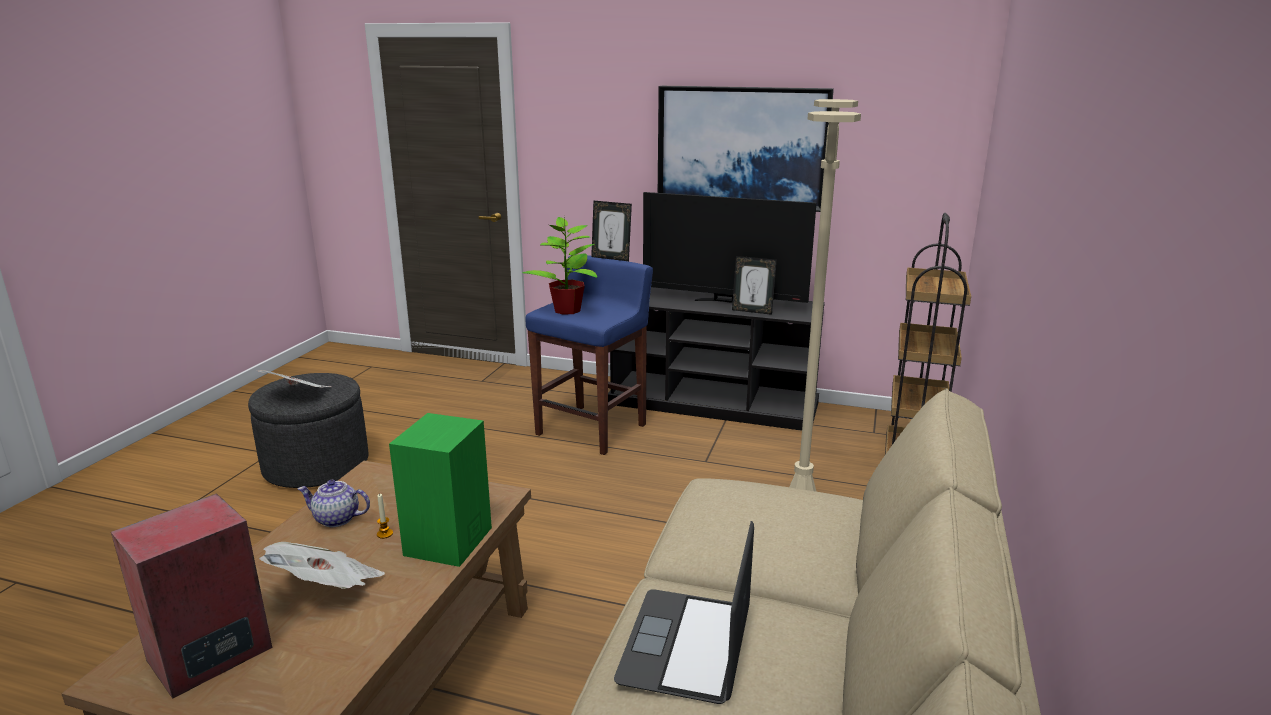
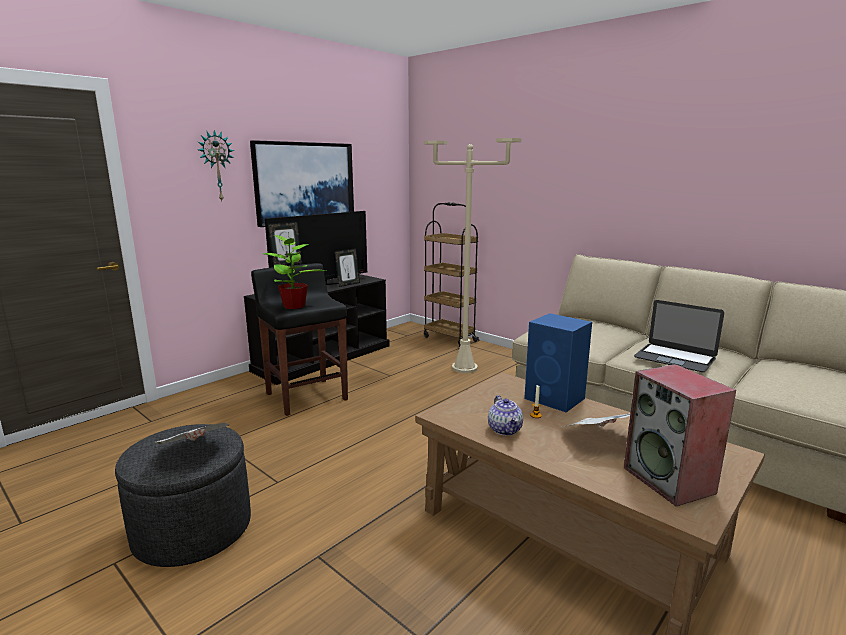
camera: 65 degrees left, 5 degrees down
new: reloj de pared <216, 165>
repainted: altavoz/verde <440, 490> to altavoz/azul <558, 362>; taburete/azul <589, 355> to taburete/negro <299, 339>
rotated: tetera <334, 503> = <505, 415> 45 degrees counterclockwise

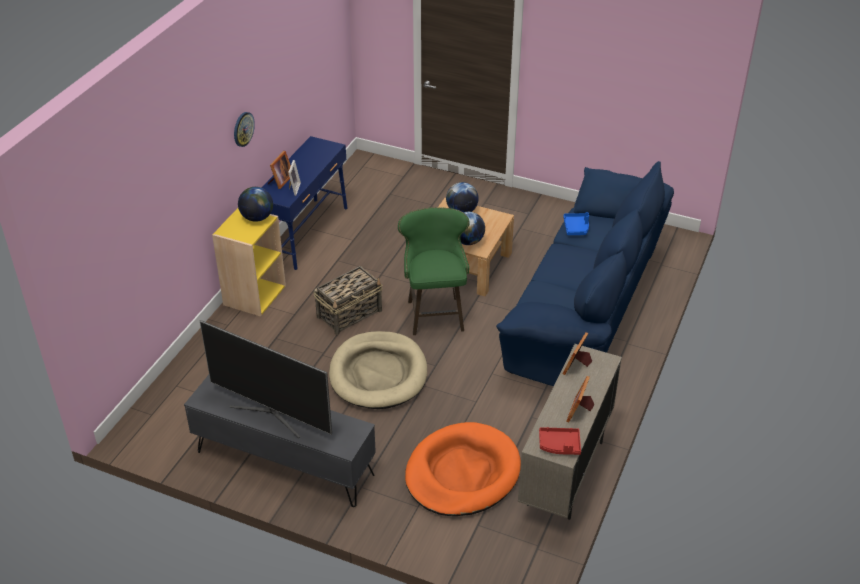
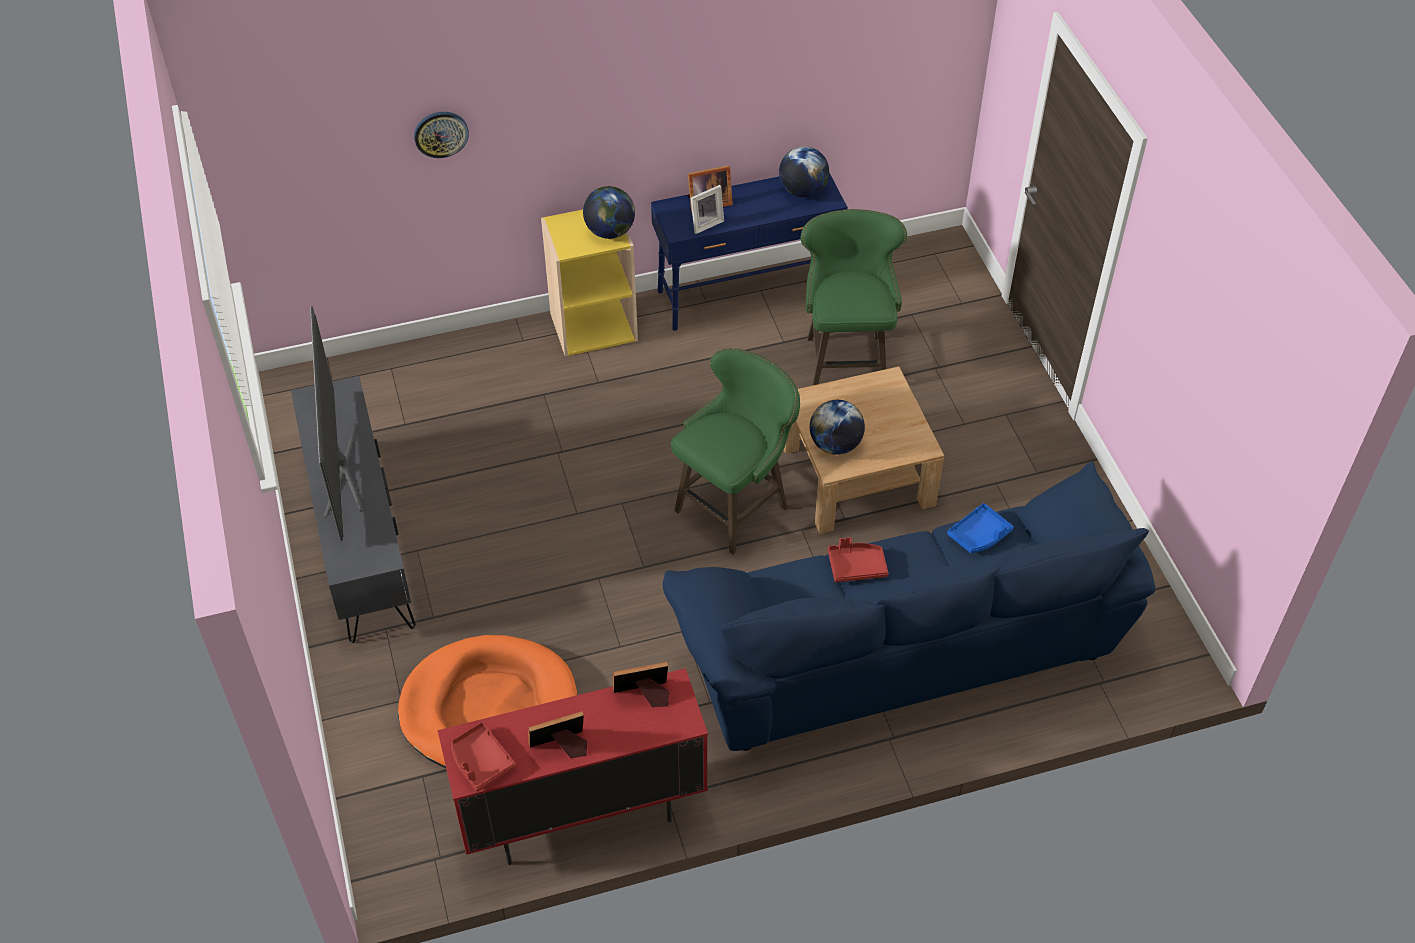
camera: 50 degrees right, 10 degrees up
gone: cesta <348, 300>; cama para perro/beis <378, 370>
new: taburete/verde <854, 297>; bandeja/rojo <858, 559>
shifted: reloj de pared <244, 129> to <441, 135>; globo terráqueo <462, 197> to <804, 171>
repainted: armario/beis <570, 432> to armario/rojo <573, 766>

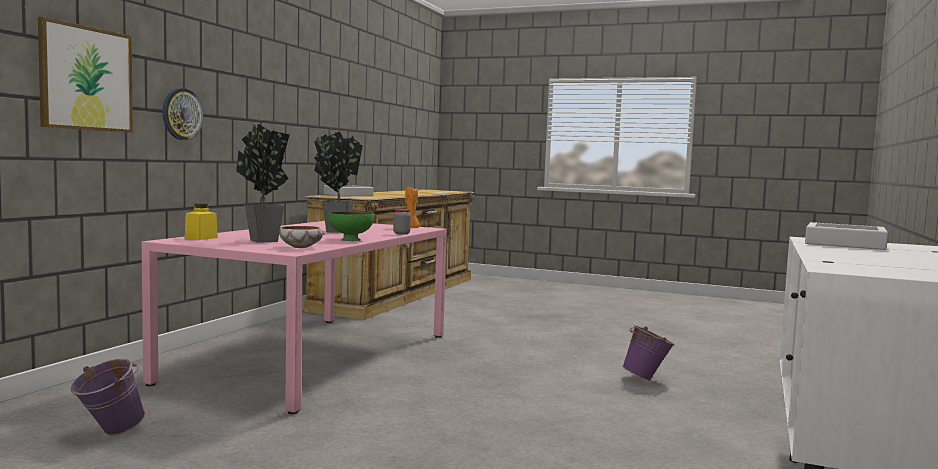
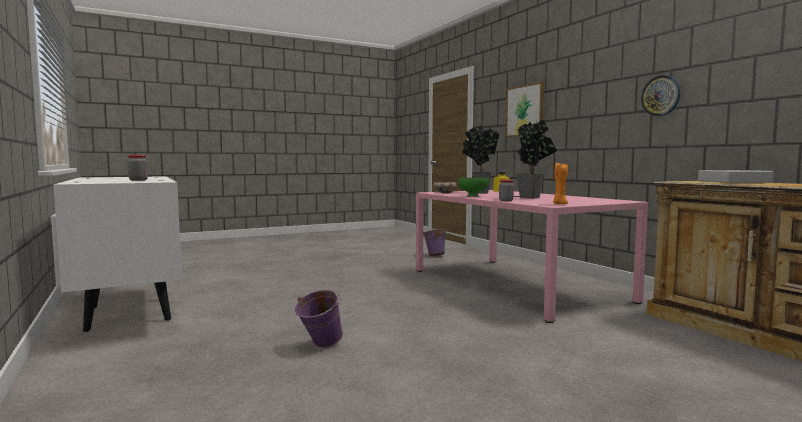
camera: 130 degrees right, 0 degrees up
shifted: reloj de pared <183, 114> to <660, 95>
swapped: bandeja/gris <846, 236> to tarro <138, 168>

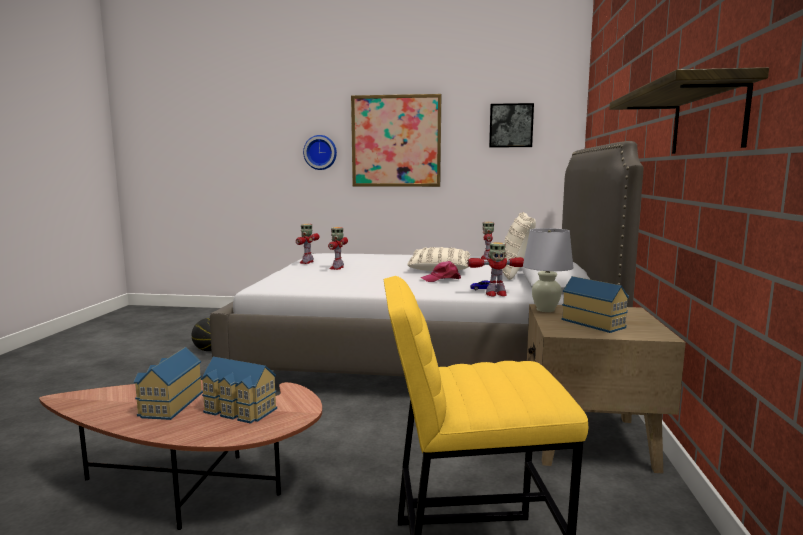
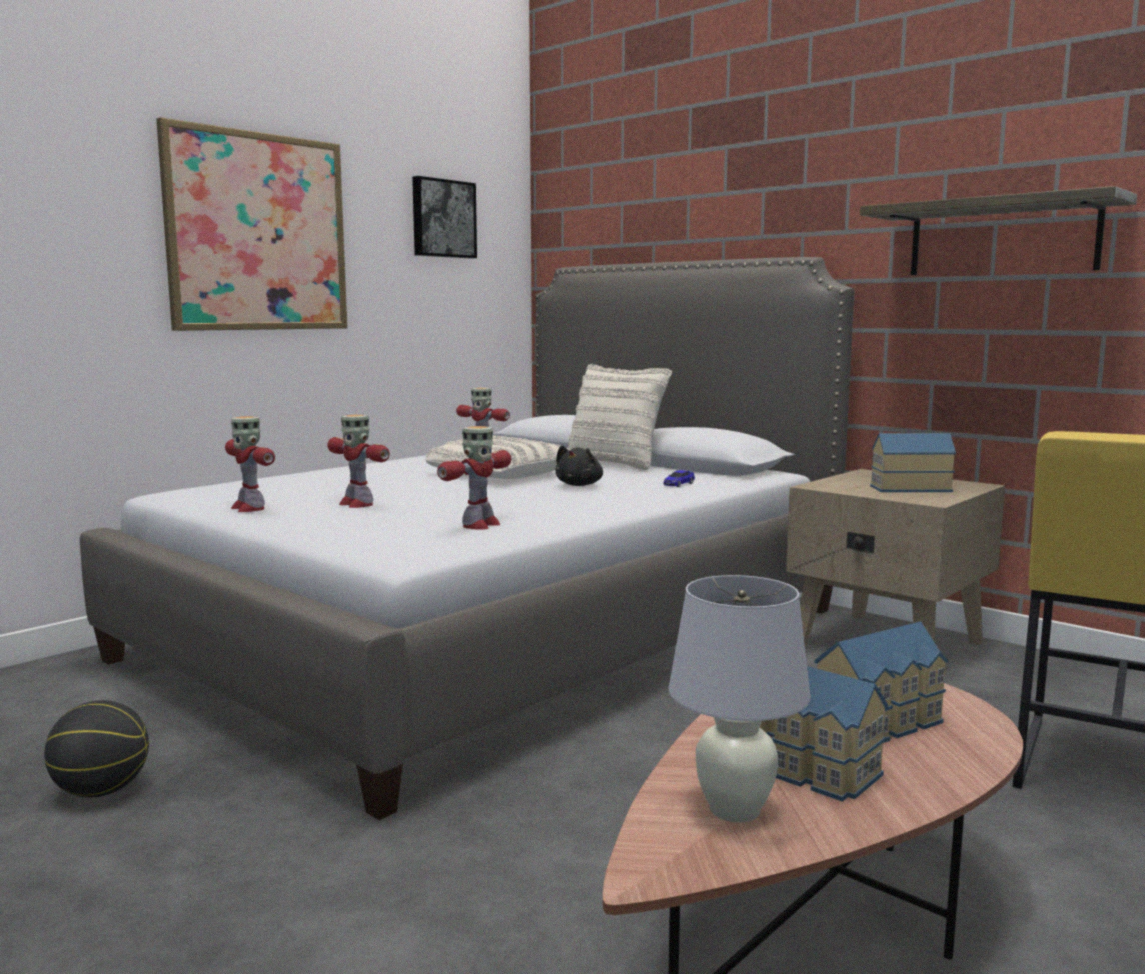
camera: 55 degrees left, 0 degrees up
gone: reloj de pared <320, 152>
shifted: robot de juguete <496, 269> to <474, 477>; lámpara de mesa/blanco <548, 270> to <739, 699>
swapped: gorra/rosa <441, 271> to peluche/negro <579, 465>

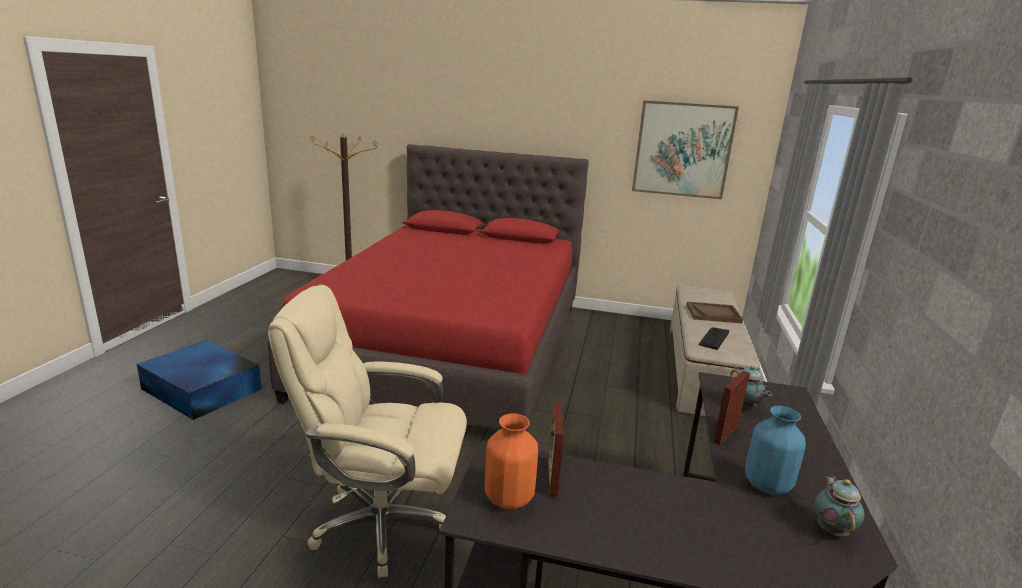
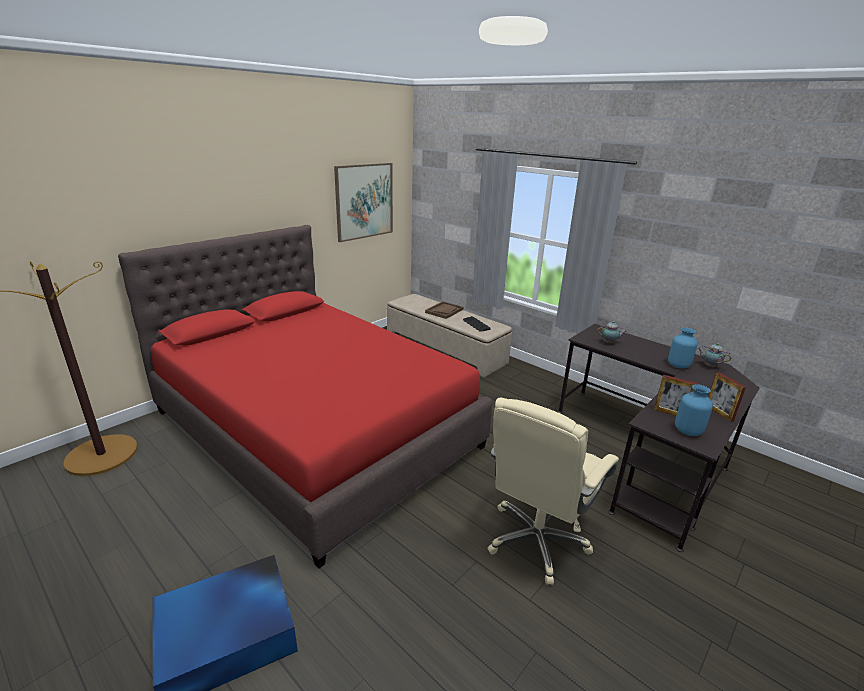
camera: 60 degrees left, 5 degrees up
shifted: portarretratos <732, 408> to <727, 397>
repainted: florero/naranja <511, 461> to florero/azul <694, 410>

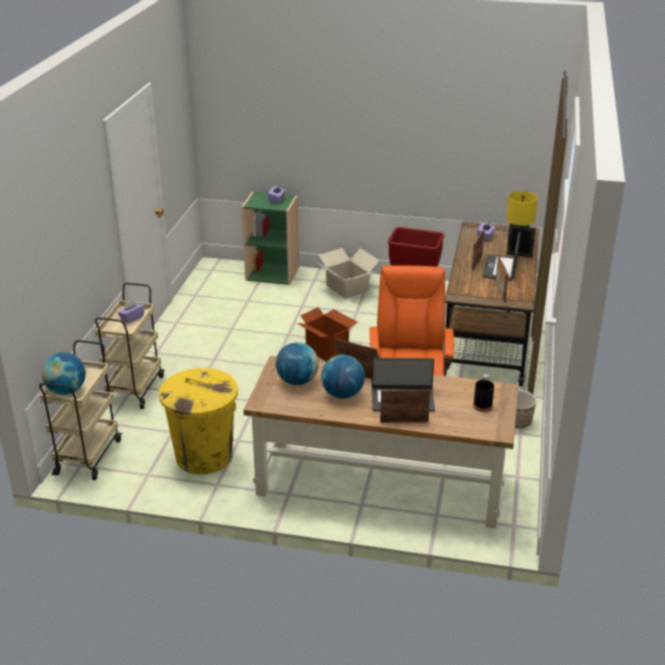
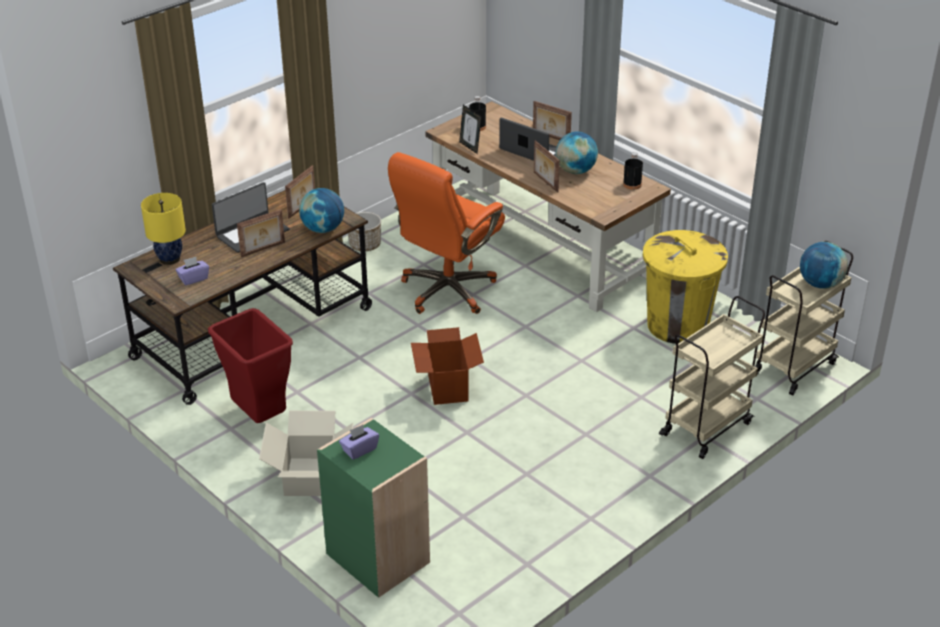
camera: 145 degrees left, 5 degrees up
gone: caja de pañuelos/morado <131, 311>
new: botella/negro <633, 171>
shifted: globo terráqueo <297, 363> to <321, 210>; portarretratos <521, 241> to <470, 129>

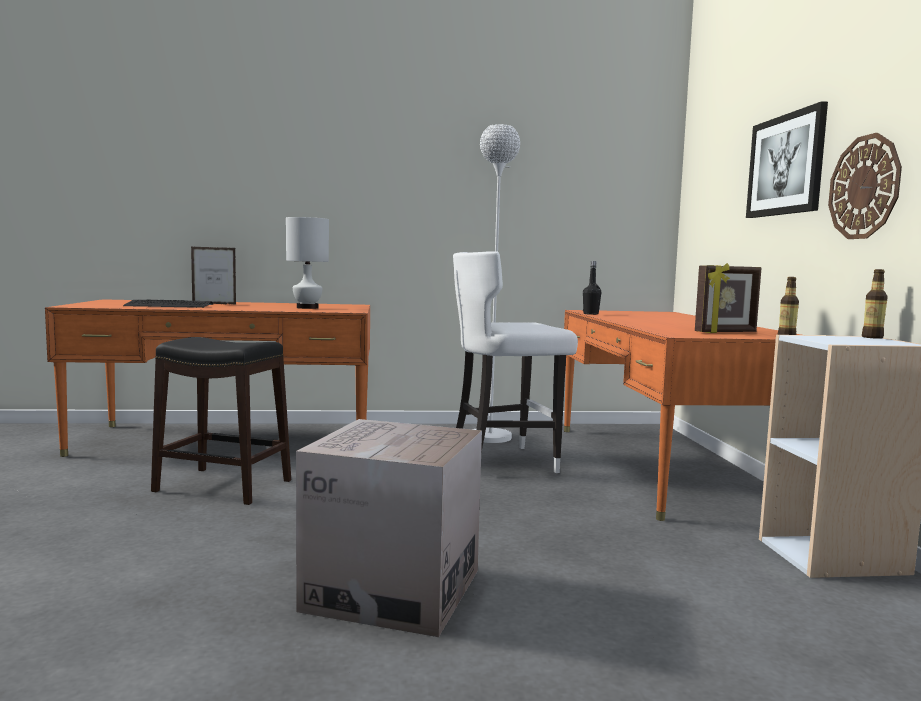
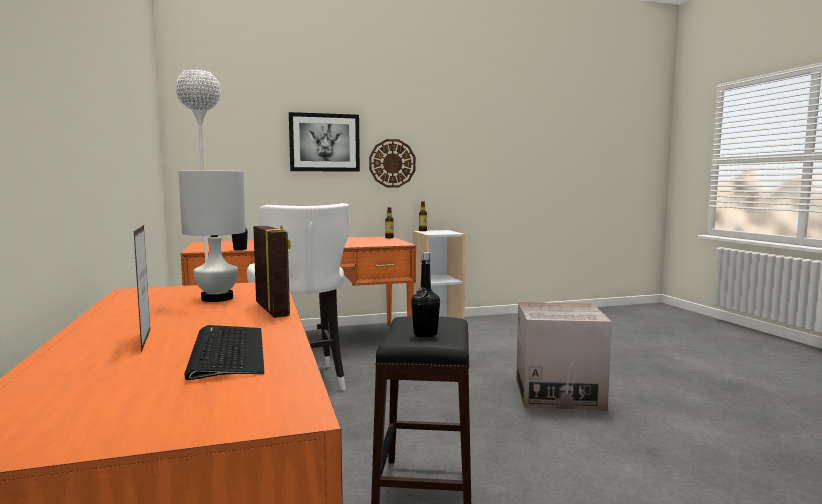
camera: 100 degrees left, 0 degrees up
new: botella/negro <425, 294>
shifted: portarretratos <728, 298> to <272, 272>

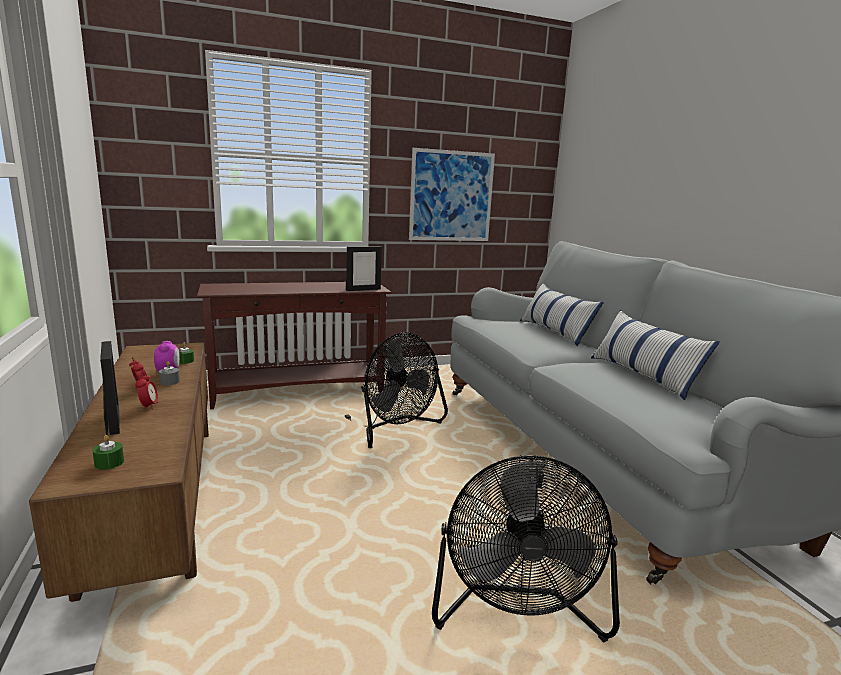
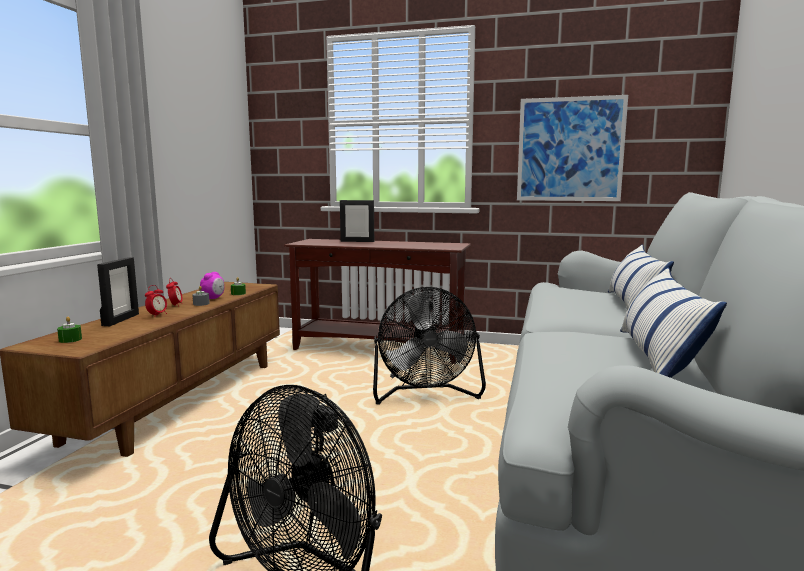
camera: 35 degrees right, 5 degrees down
shifted: portarretratos <364, 268> to <357, 221>

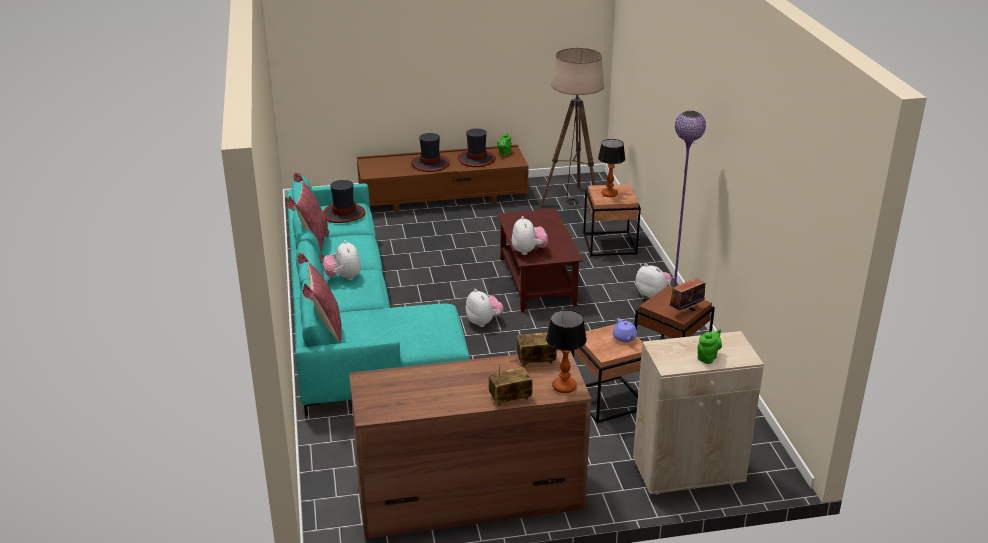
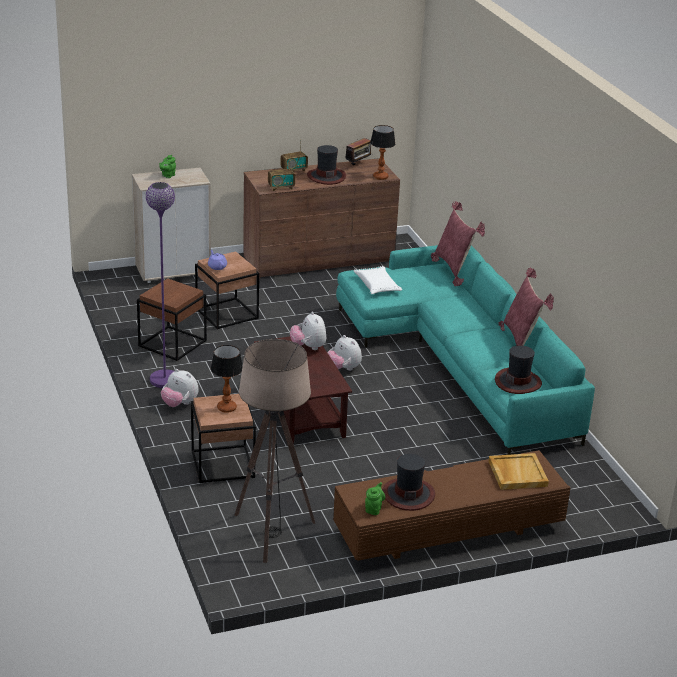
camera: 170 degrees right, 0 degrees up
gone: peluche <342, 260>
new: cojín/blanco <378, 280>; bandeja/beis <518, 471>
shifted: sombrero <430, 152> to <326, 165>; lámpara de mesa <566, 351> to <382, 152>; radio <686, 292> to <358, 151>

